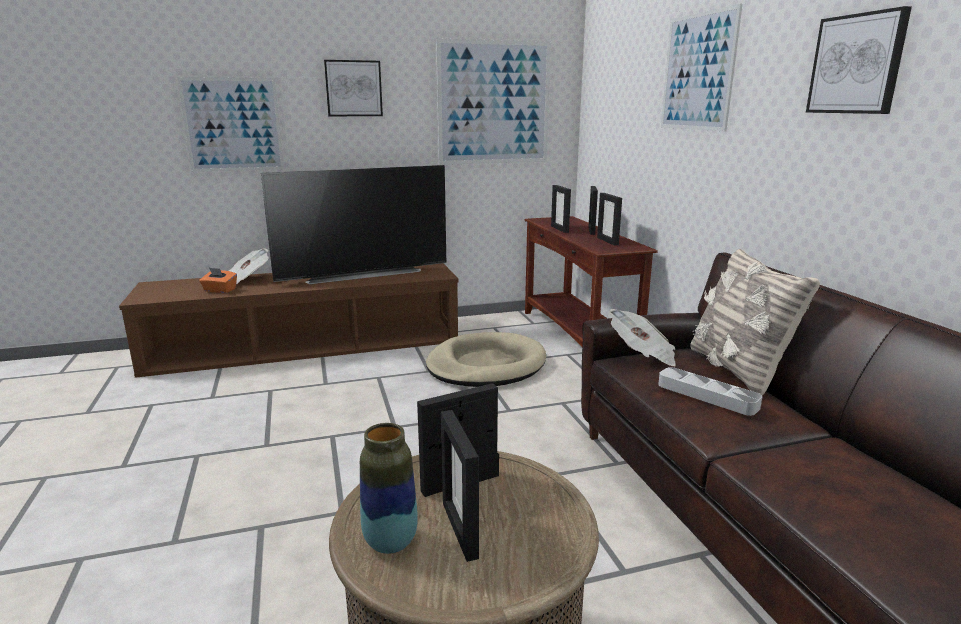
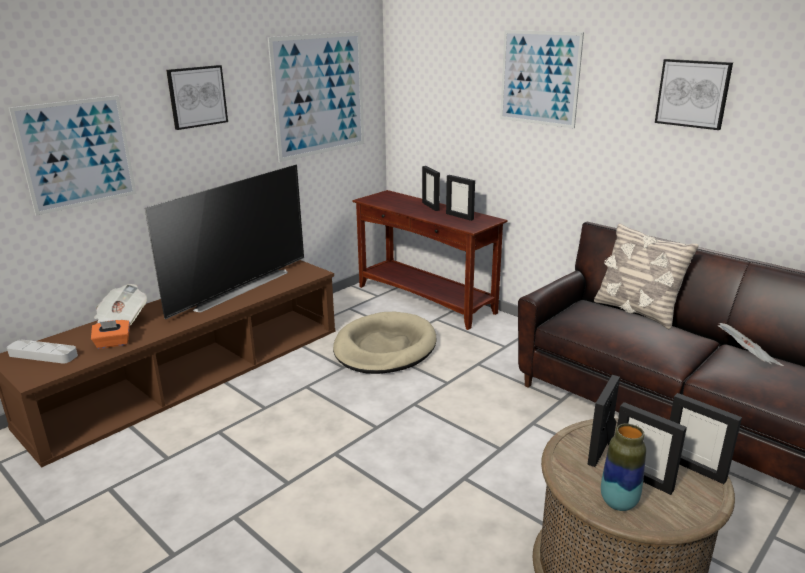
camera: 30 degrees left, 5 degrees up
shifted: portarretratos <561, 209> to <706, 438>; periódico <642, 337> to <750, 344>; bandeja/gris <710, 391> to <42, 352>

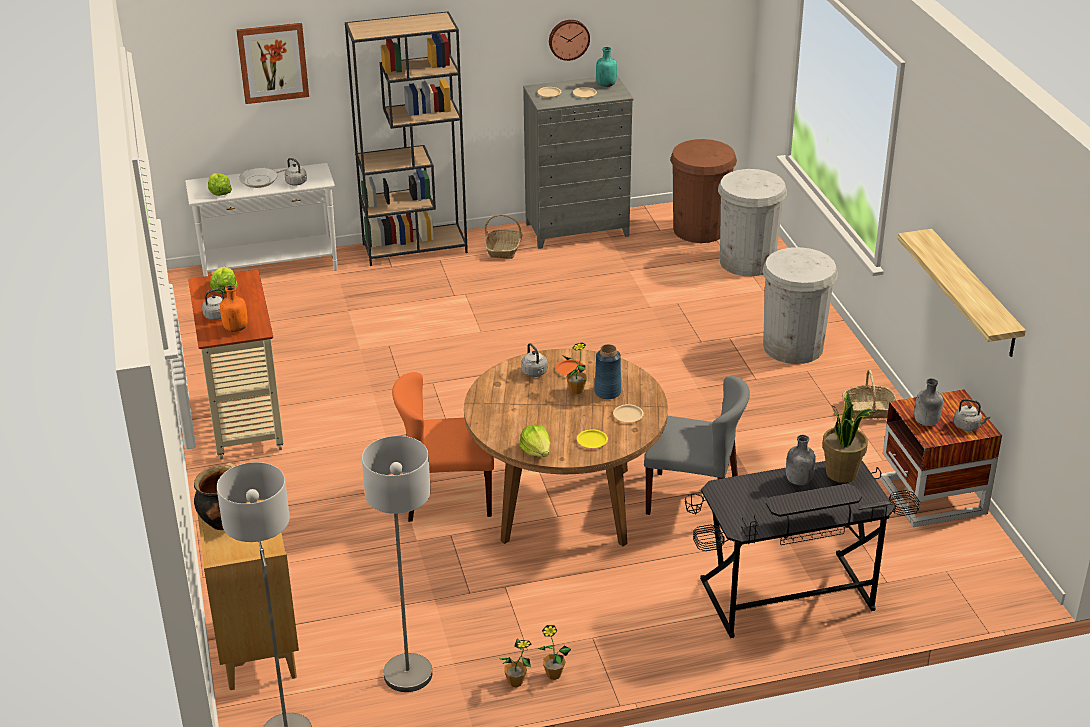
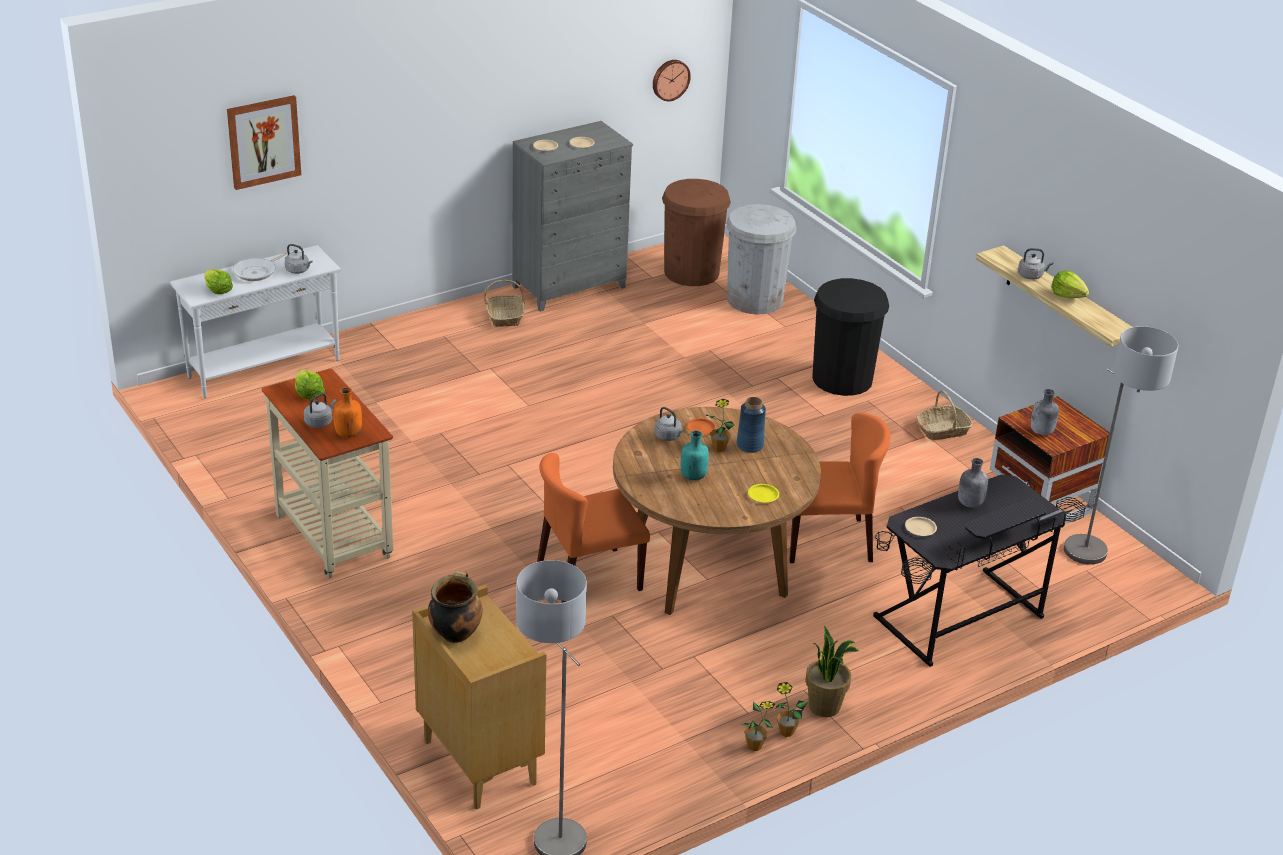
camera: 20 degrees left, 0 degrees up
gone: estantería <406, 138>
shifted: lámpara de pie/gris <397, 564> to <1121, 445>; lechuga <534, 441> to <1070, 284>; reloj de pared <569, 40> to <672, 80>; botella/turquesa <606, 67> to <695, 455>; plato/beis <628, 413> to <921, 526>; planta en maceta <848, 437> to <832, 671>; hervidor/gris <972, 415> to <1035, 264>
repainted: silla/gris <697, 445> to silla/naranja <839, 488>; papelera/blanco <800, 305> to papelera/negro <850, 337>

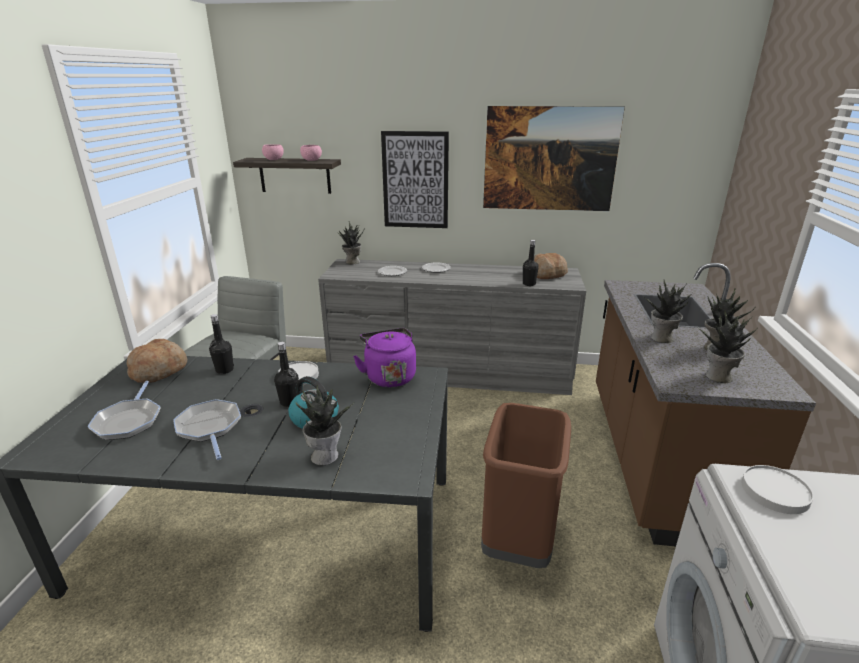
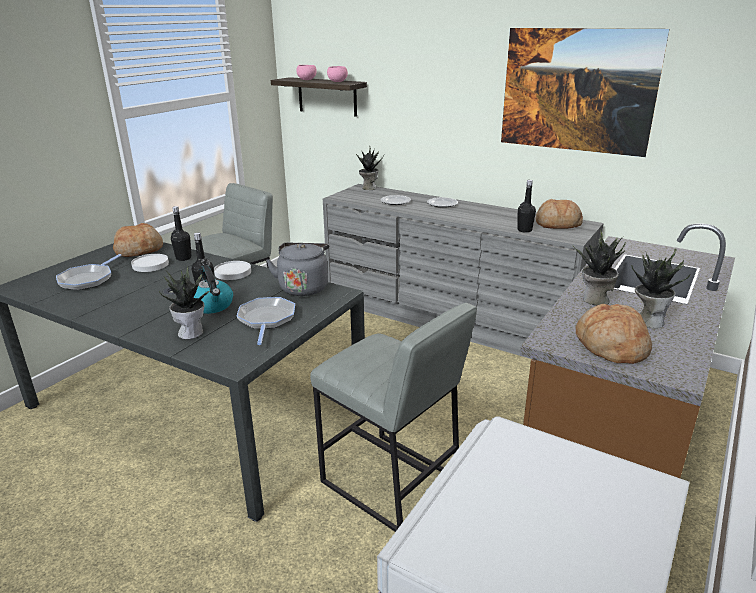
camera: 25 degrees right, 0 degrees up
gone: cuadro <415, 179>
shifted: sartén <207, 429> to <266, 321>; plato/blanco <778, 489> to <150, 263>
swapped: papelera/marrón <526, 485> to silla/gris <393, 417>; planta en maceta <729, 346> to pan <614, 334>
repainted: hervidor/morado <384, 357> to hervidor/gris <297, 269>

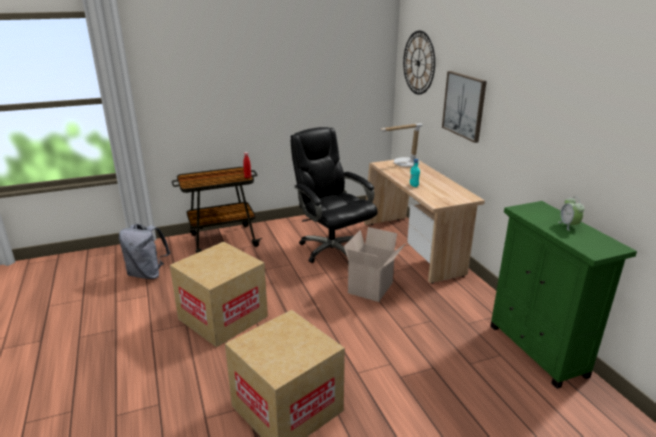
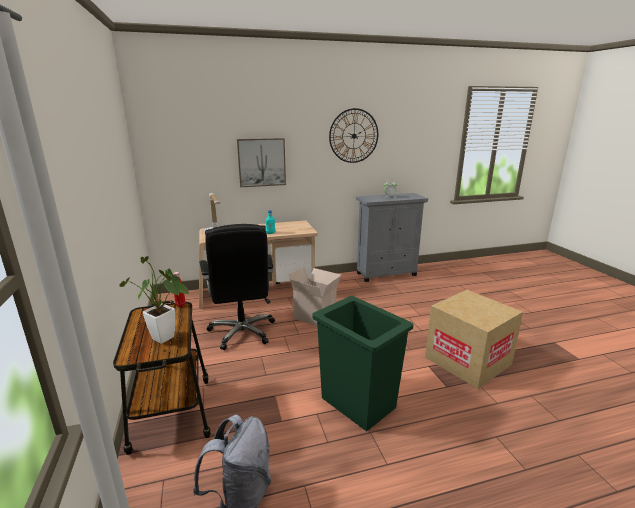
camera: 85 degrees left, 5 degrees down
new: planta en maceta <154, 300>
shifted: reloj de pared <419, 63> to <353, 135>
swapped: caja de cartón <219, 294> to papelera/verde <362, 363>
repainted: armario/verde <563, 295> to armario/gris <392, 237>
rotated: silla de oficina/negro <334, 195> = <237, 287> 75 degrees counterclockwise

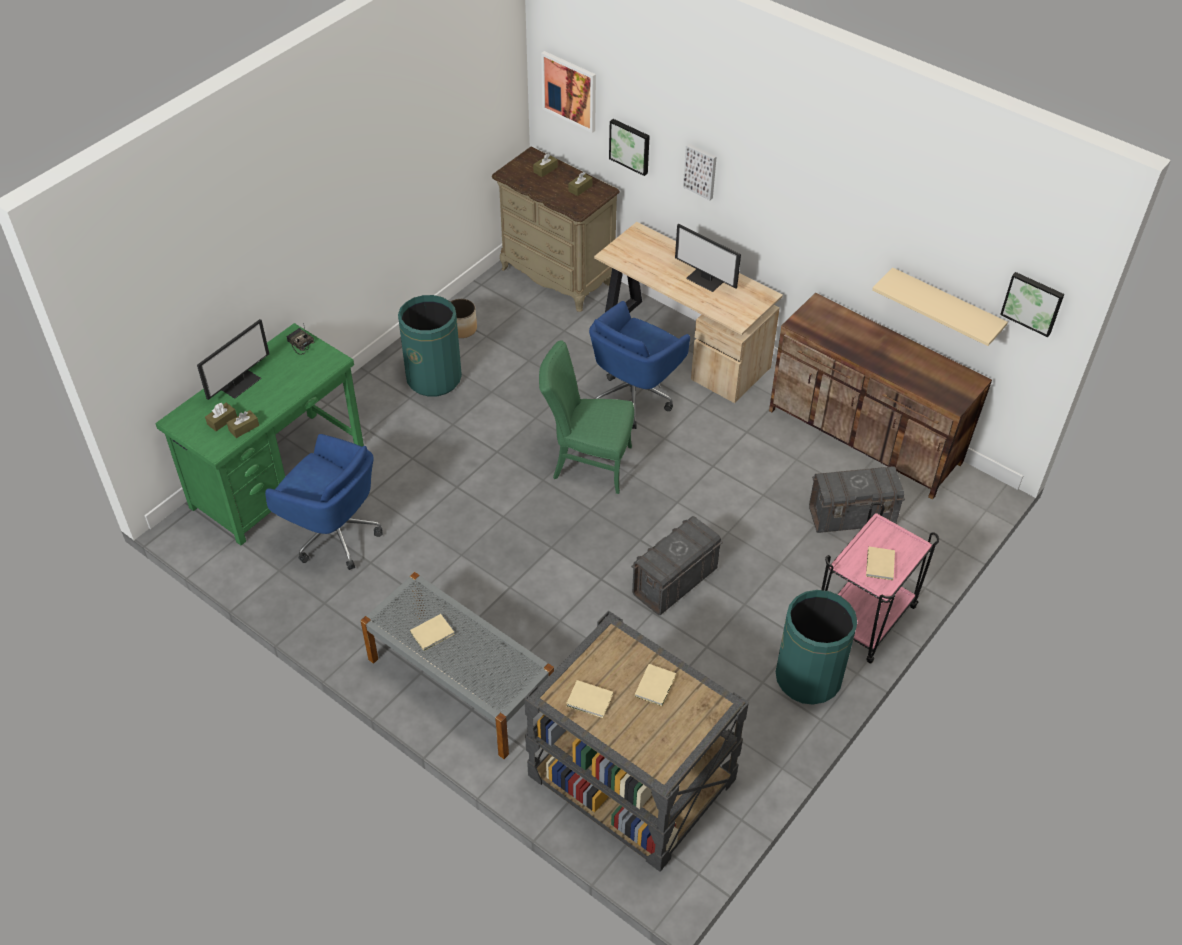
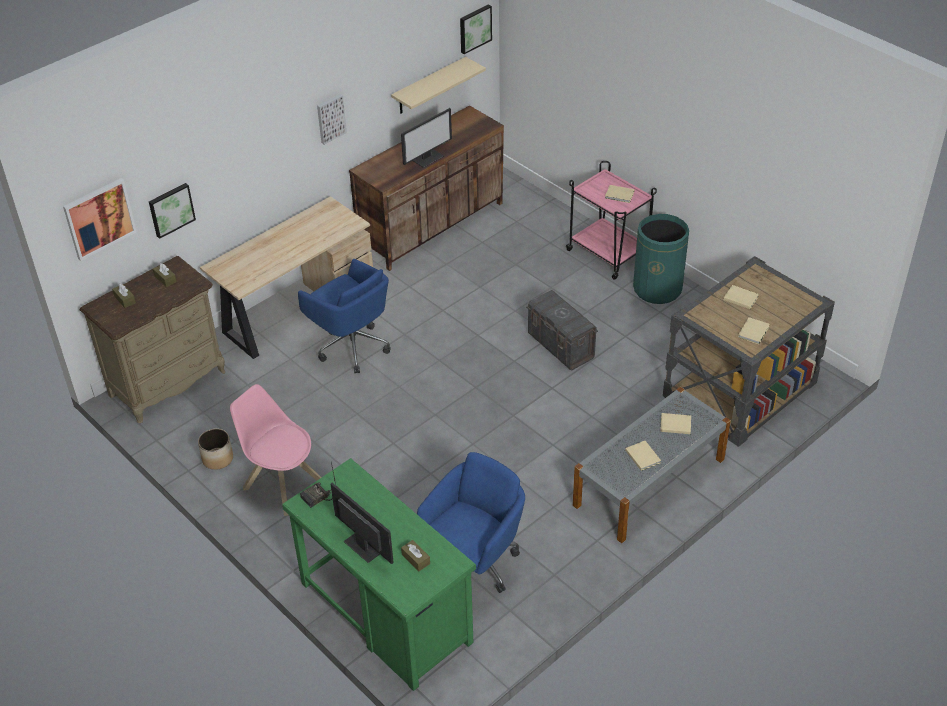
camera: 80 degrees left, 5 degrees down
gone: caja de pañuelos/marrón <243, 424>; silla/verde <586, 417>; caja de almacenaje/gris <857, 499>
new: libro/beis <675, 423>
shifted: monitor <708, 258> to <426, 138>; cuadro <700, 172> to <332, 119>
swapped: papelera/verde <430, 346> to silla/rosa <276, 450>

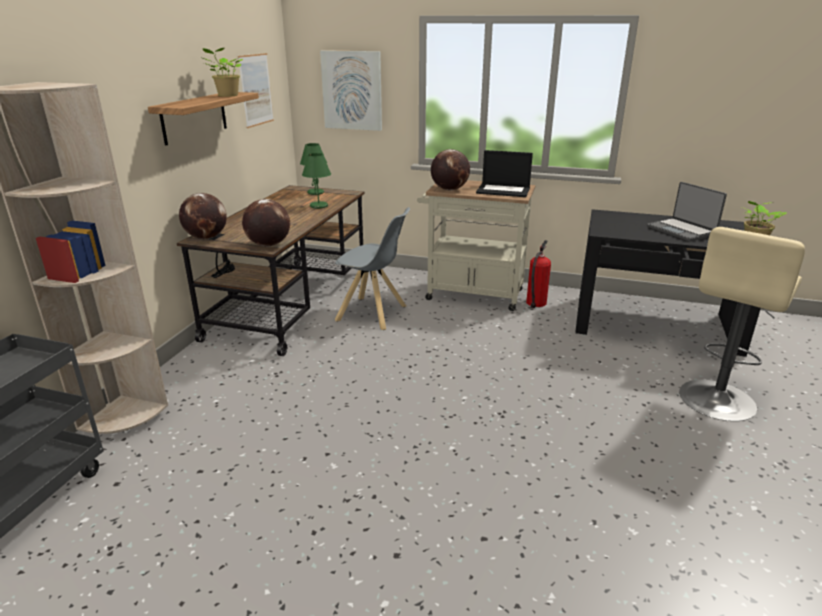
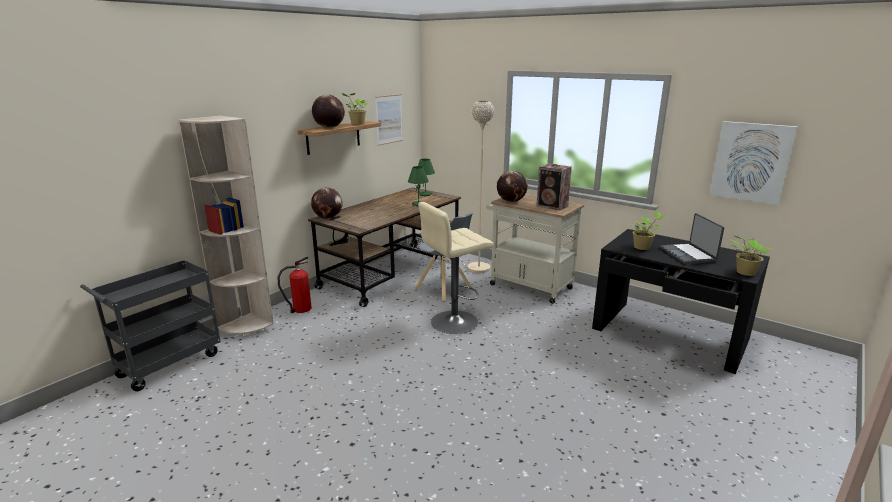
camera: 20 degrees right, 5 degrees down
new: lámpara de pie/beis <481, 187>; planta en maceta <648, 231>
shifted: globo terráqueo <266, 222> to <328, 111>; cuadro <351, 90> to <753, 163>; extintor <538, 274> to <294, 285>; taburete/beis <742, 324> to <455, 268>
swapped: portátil <504, 173> to altavoz <554, 187>

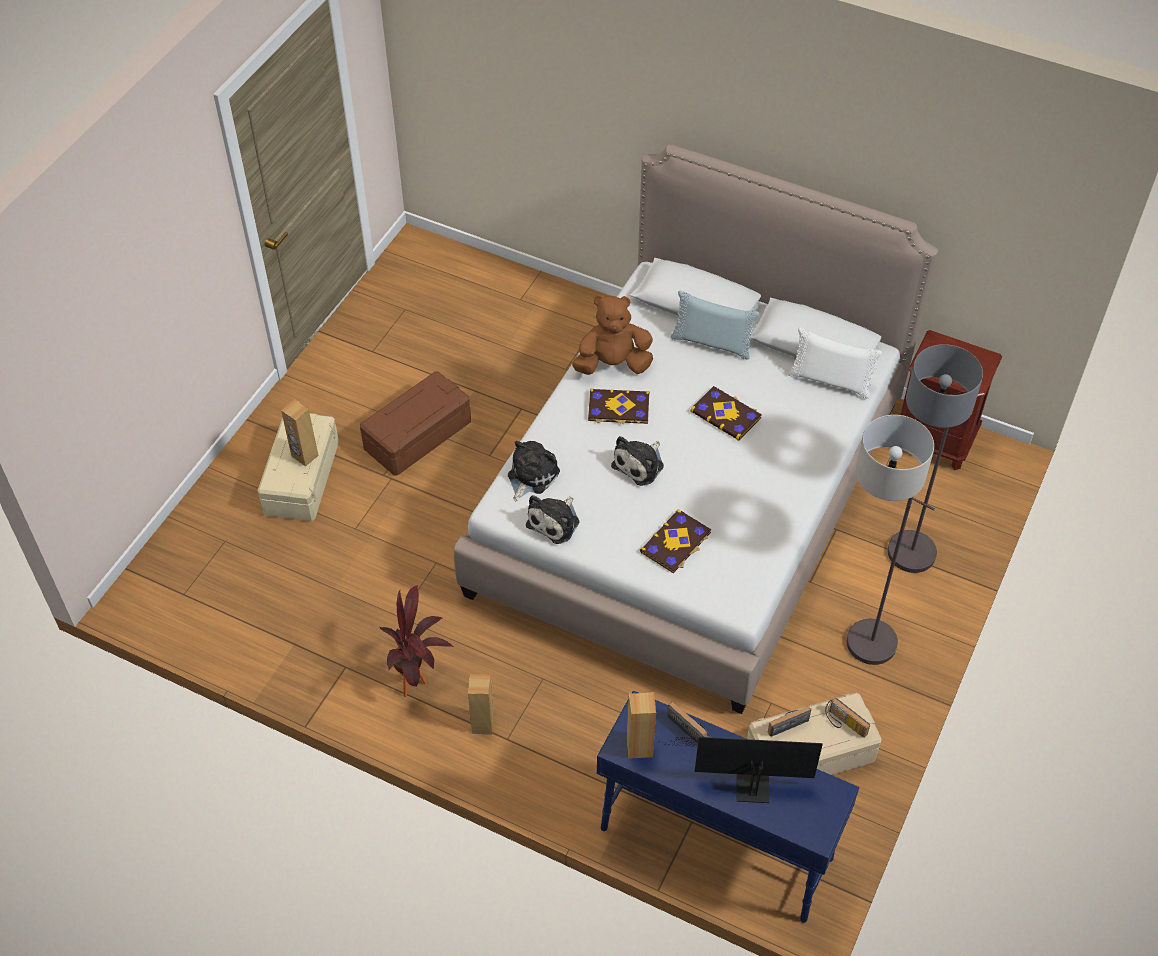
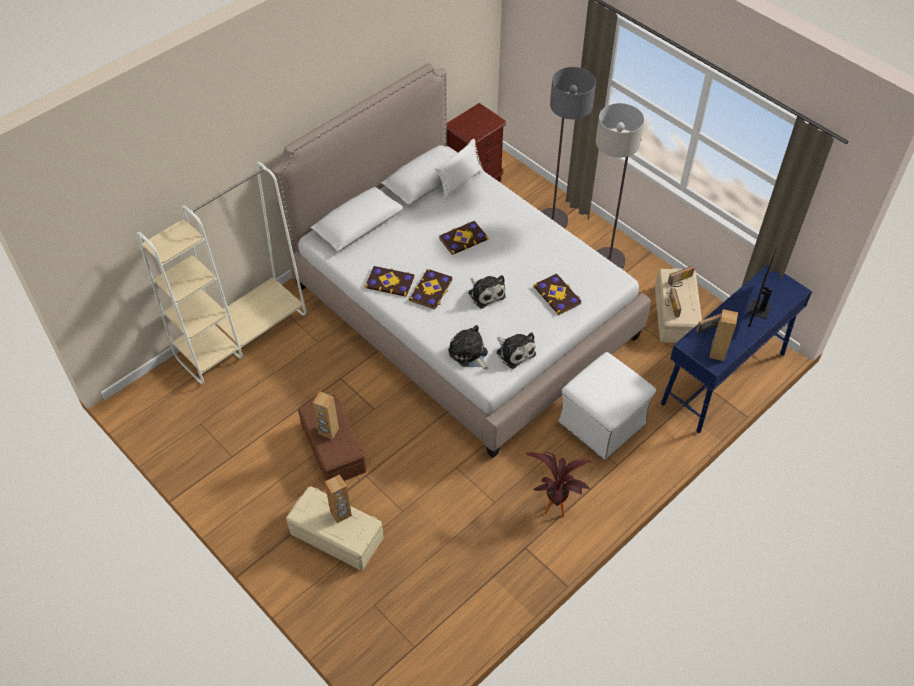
camera: 70 degrees left, 0 degrees up
gone: cojín/azul <715, 325>
new: perchero/beis <221, 273>; puf/blanco <607, 406>
shifted: altavoz/marrón <481, 704> to <326, 416>
swapped: peluche/marrón <612, 335> to libro <390, 281>

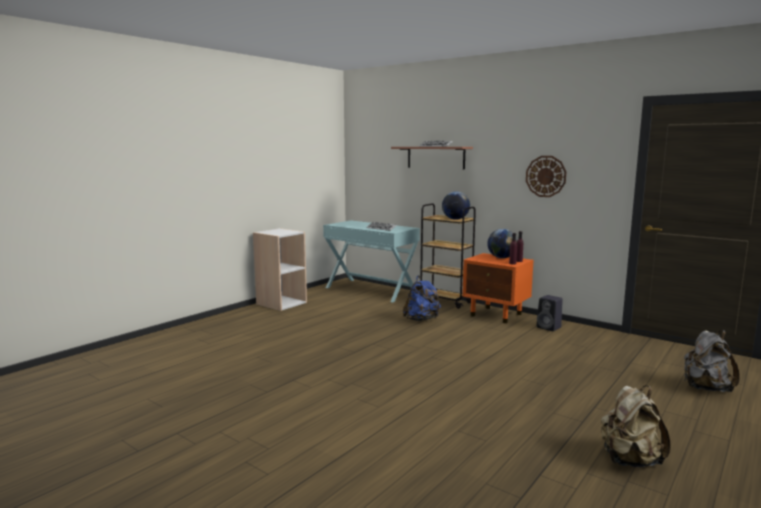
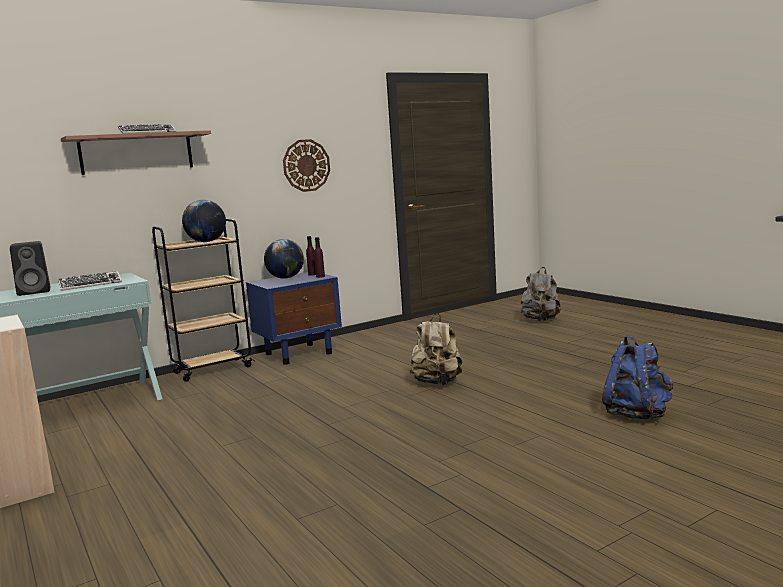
camera: 70 degrees left, 0 degrees up
shifted: mochila/azul <422, 298> to <637, 377>; altavoz/negro <550, 313> to <30, 268>; mochila/beis <636, 426> to <435, 349>
repainted: mesita de noche/naranja <498, 288> to mesita de noche/azul <294, 318>

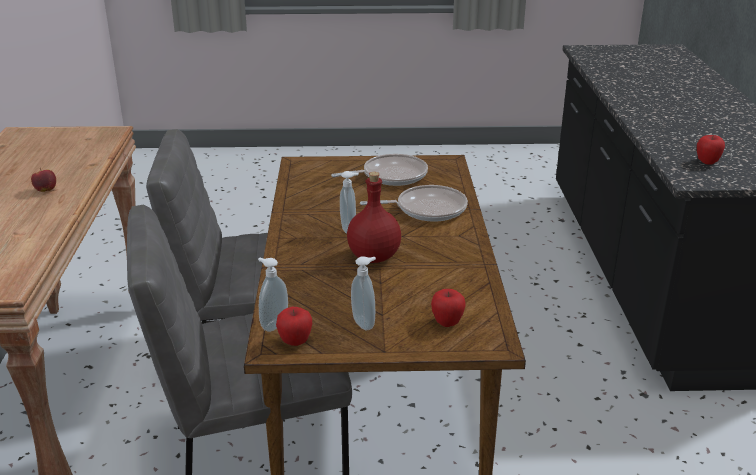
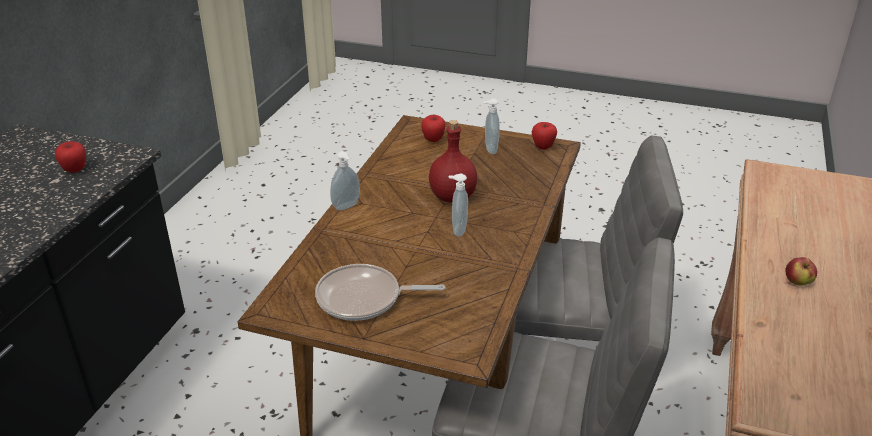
camera: 160 degrees left, 5 degrees up
gone: sartén <414, 203>
shifted: dispensador de jabón <273, 295> to <345, 180>

